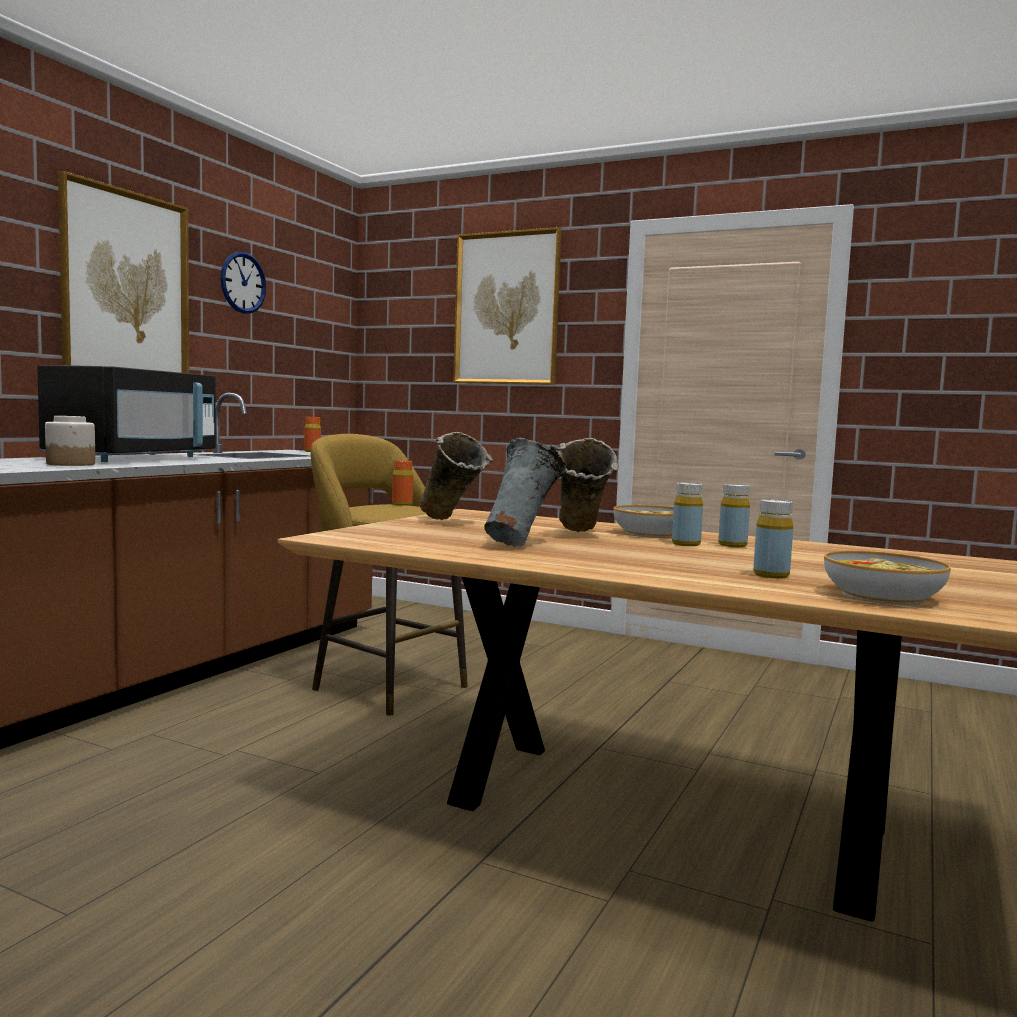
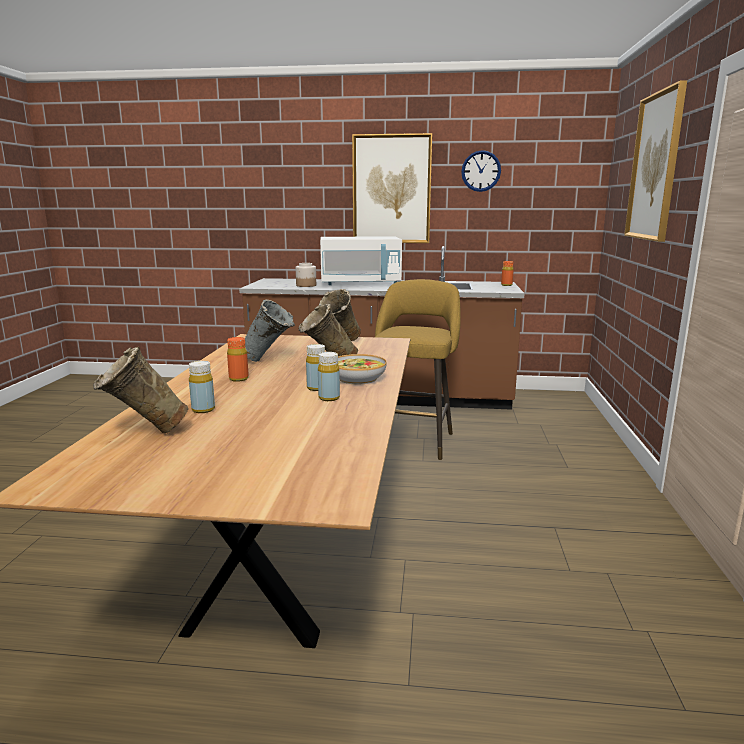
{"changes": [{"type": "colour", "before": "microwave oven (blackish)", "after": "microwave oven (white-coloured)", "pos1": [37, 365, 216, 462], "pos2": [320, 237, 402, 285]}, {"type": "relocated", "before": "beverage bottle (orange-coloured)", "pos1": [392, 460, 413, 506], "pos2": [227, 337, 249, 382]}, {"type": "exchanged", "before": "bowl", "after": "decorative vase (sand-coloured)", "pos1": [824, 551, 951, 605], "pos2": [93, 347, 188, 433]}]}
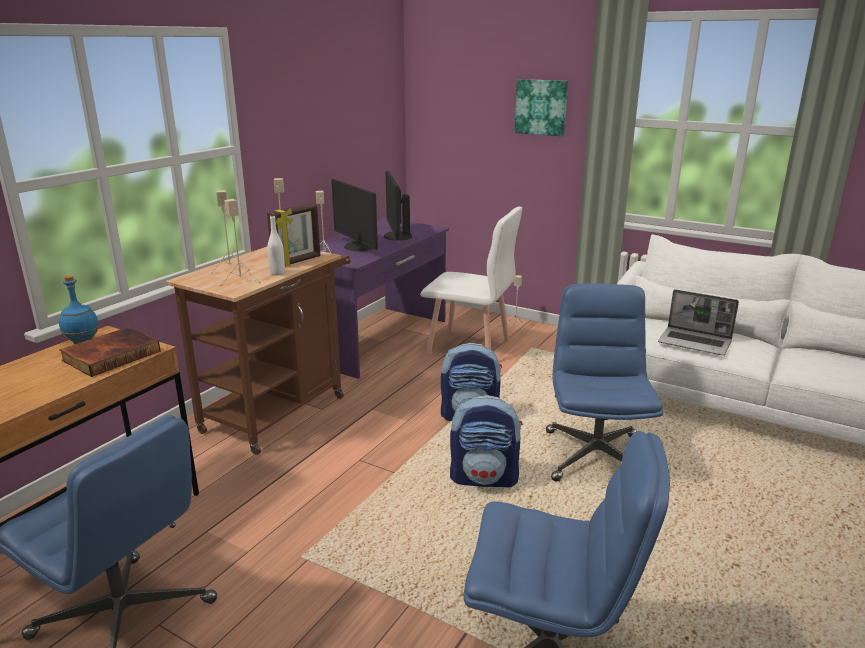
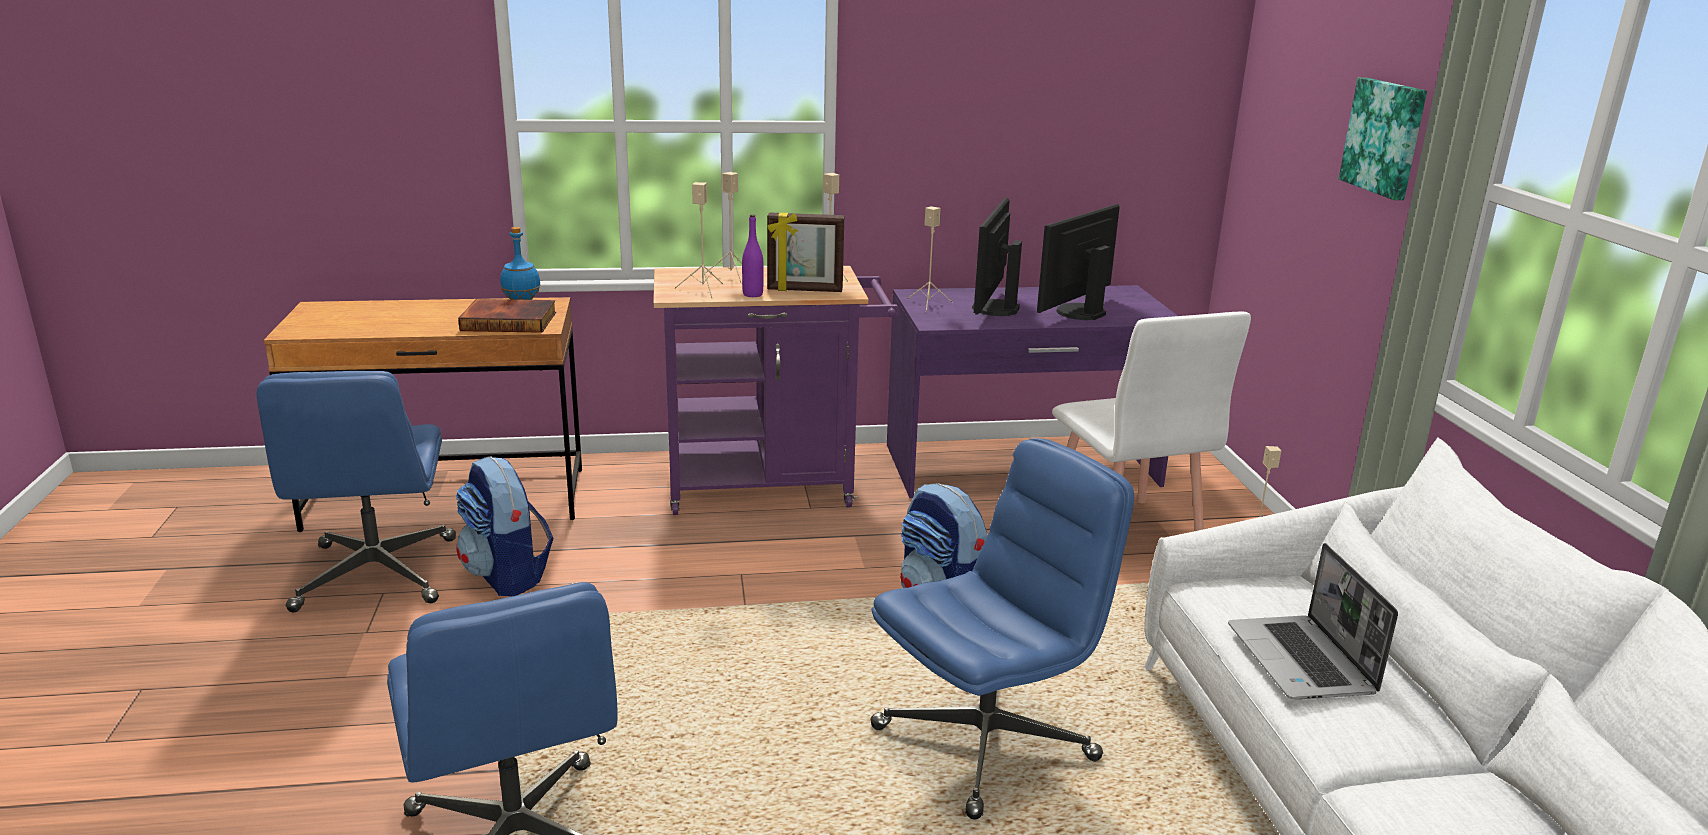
{"changes": [{"type": "colour", "before": "beverage bottle (white-coloured)", "after": "beverage bottle (purple)", "pos1": [267, 215, 285, 276], "pos2": [742, 214, 764, 297]}, {"type": "colour", "before": "wheeled cart (brownish)", "after": "wheeled cart (purple)", "pos1": [166, 247, 351, 455], "pos2": [653, 266, 899, 515]}, {"type": "relocated", "before": "rucksack", "pos1": [450, 395, 523, 487], "pos2": [456, 456, 554, 597]}]}
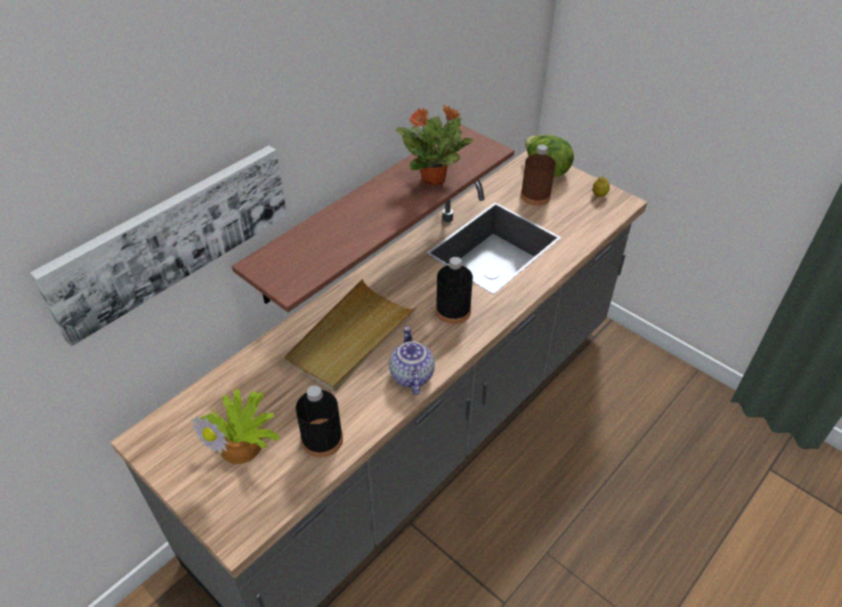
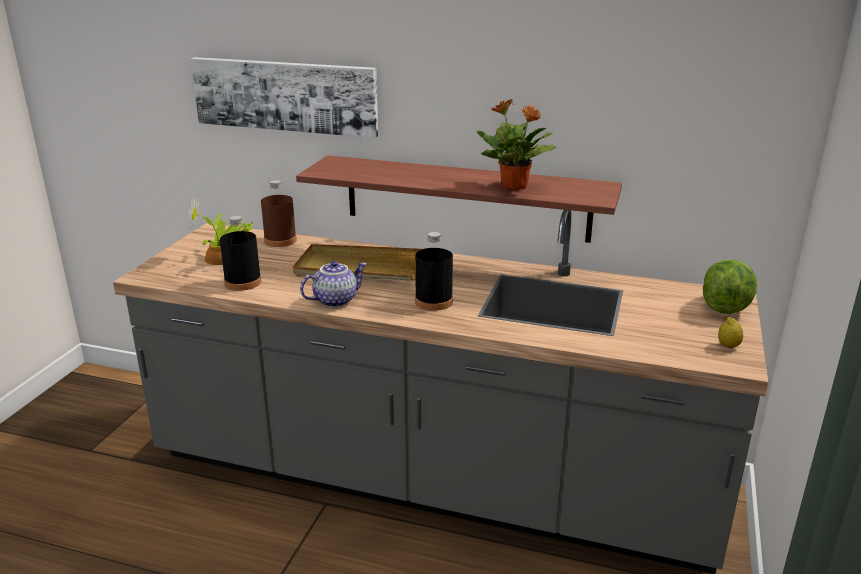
{"changes": [{"type": "relocated", "before": "beverage bottle (brownish)", "pos1": [521, 145, 556, 206], "pos2": [261, 180, 297, 247]}]}
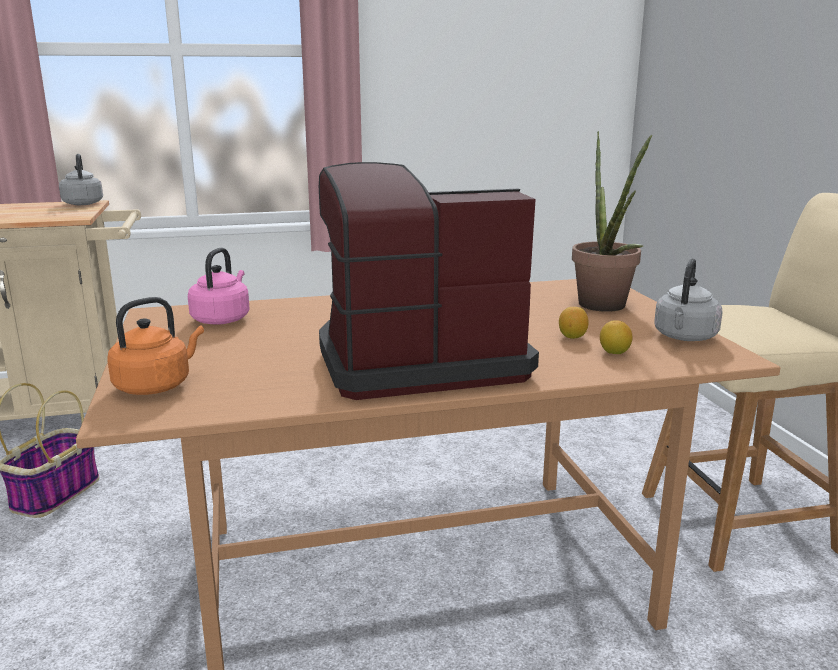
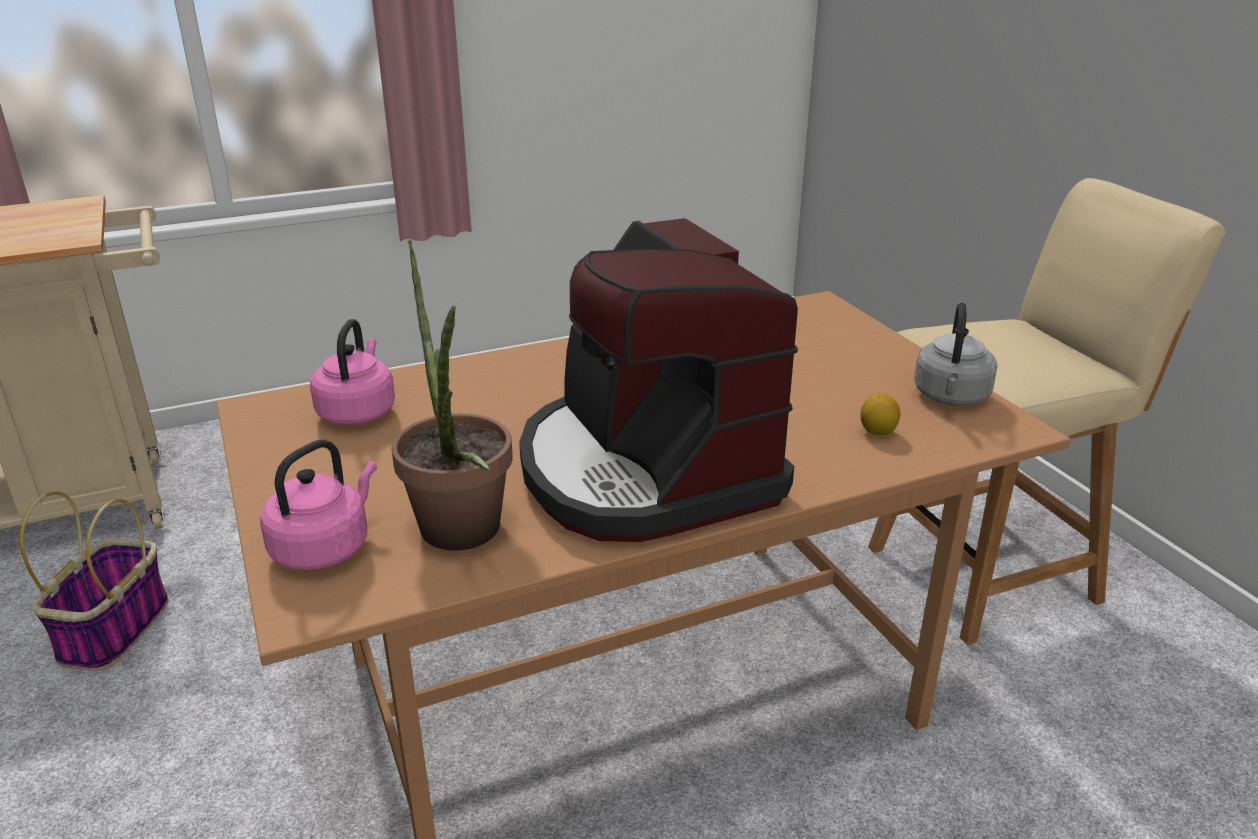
{"changes": [{"type": "relocated", "before": "potted plant", "pos1": [572, 131, 652, 312], "pos2": [391, 239, 513, 551]}, {"type": "missing", "before": "tea kettle (gray)", "pos1": [59, 154, 103, 205]}, {"type": "spun", "before": "coffee machine", "pos1": [319, 162, 539, 400], "pos2": [519, 218, 798, 542], "turn": -90}, {"type": "colour", "before": "tea kettle (orange-coloured)", "after": "tea kettle (pink-coloured)", "pos1": [107, 297, 204, 395], "pos2": [260, 440, 377, 570]}, {"type": "missing", "before": "whole lemon", "pos1": [559, 307, 589, 339]}]}
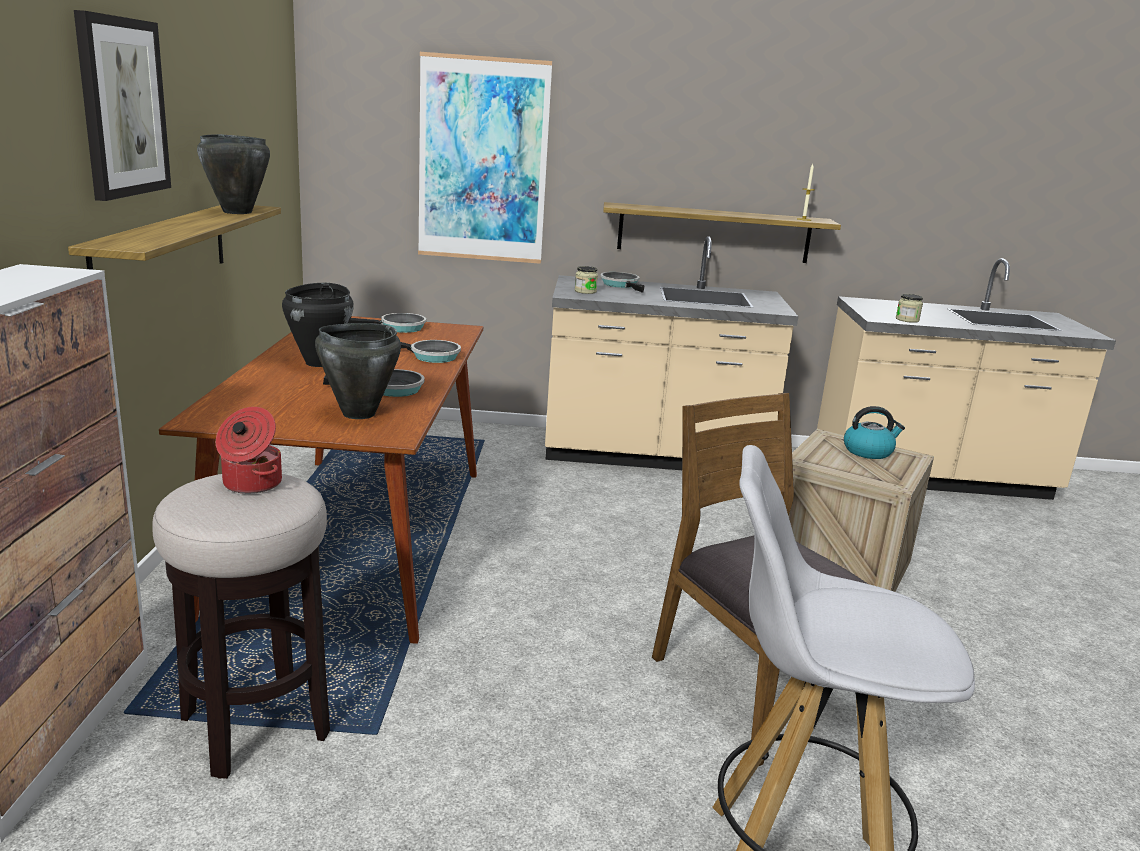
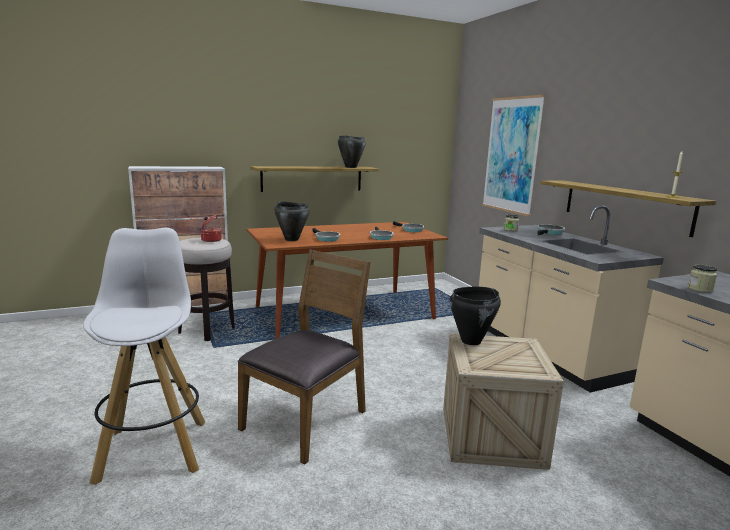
{"changes": [{"type": "missing", "before": "wall picture", "pos1": [74, 10, 171, 201]}, {"type": "relocated", "before": "cooking pot (blackish)", "pos1": [282, 283, 354, 367], "pos2": [450, 287, 501, 345]}, {"type": "missing", "before": "tea kettle", "pos1": [844, 406, 905, 459]}]}
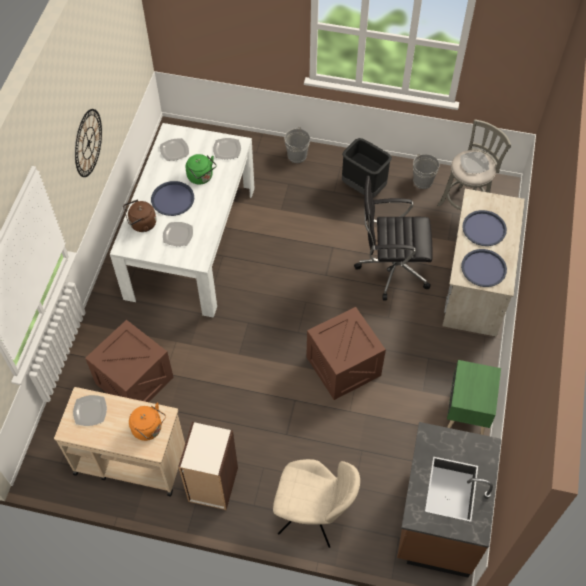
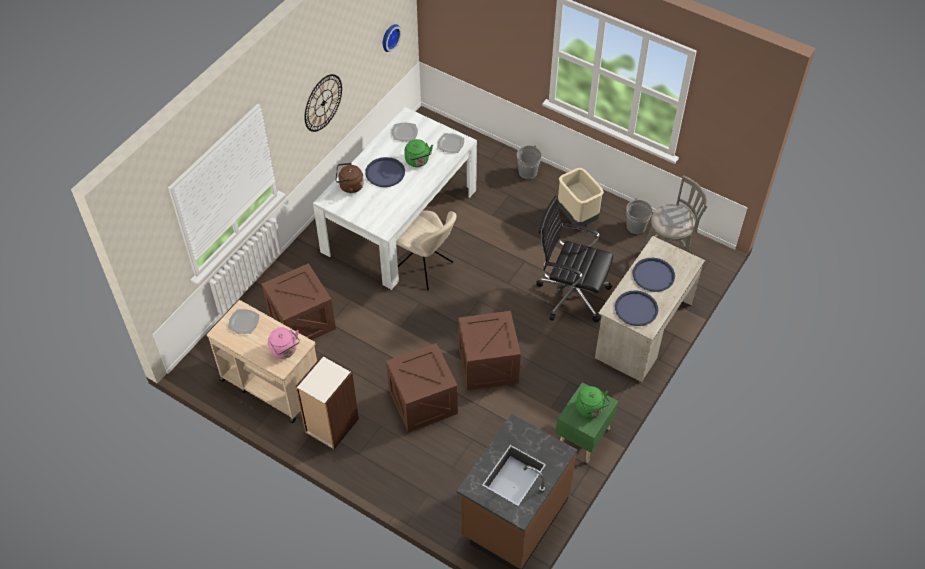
{"changes": [{"type": "colour", "before": "waste bin (blackish)", "after": "waste bin (sand-coloured)", "pos1": [342, 138, 392, 198], "pos2": [558, 168, 604, 226]}, {"type": "missing", "before": "plate", "pos1": [163, 222, 193, 246]}, {"type": "colour", "before": "tea kettle (orange-coloured)", "after": "tea kettle (pink-coloured)", "pos1": [129, 403, 166, 441], "pos2": [268, 328, 300, 359]}, {"type": "relocated", "before": "upright chair (sand-coloured)", "pos1": [273, 459, 360, 548], "pos2": [396, 210, 457, 290]}, {"type": "appeared", "after": "hanging clock", "pos2": [383, 24, 402, 52]}, {"type": "appeared", "after": "shipping crate", "pos2": [386, 343, 458, 432]}, {"type": "appeared", "after": "tea kettle (greenish)", "pos2": [576, 386, 610, 418]}]}
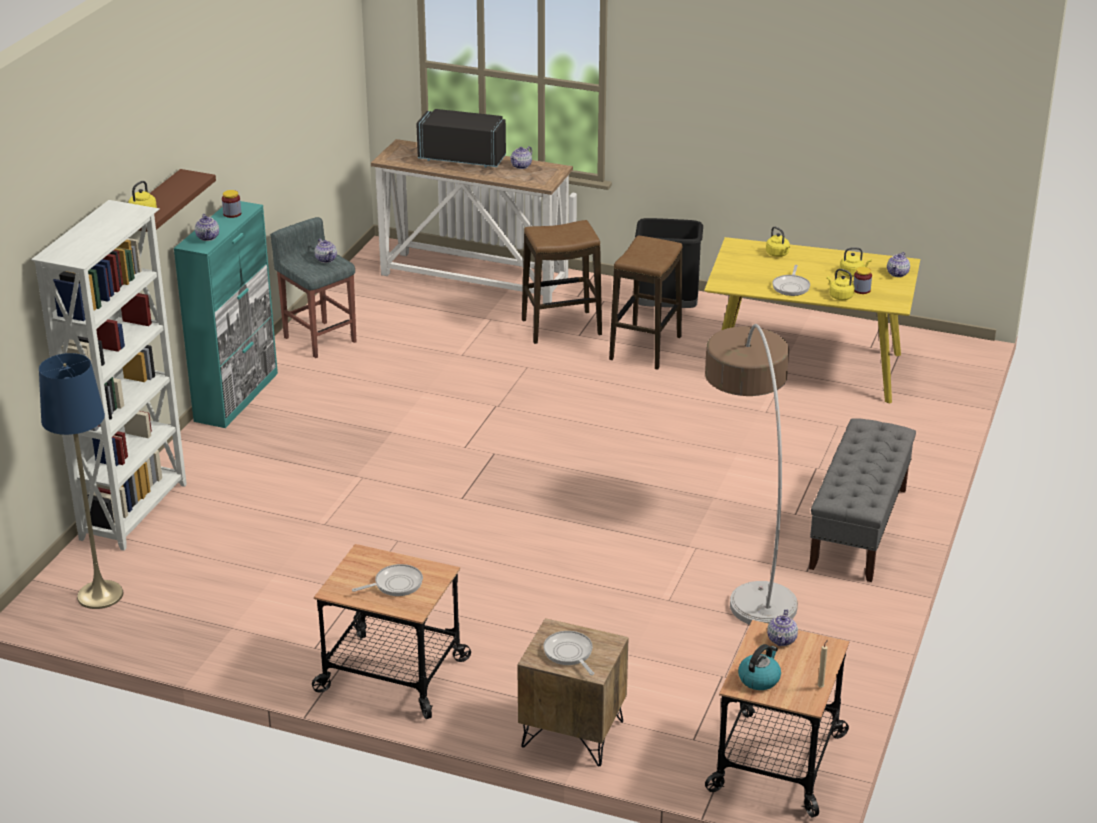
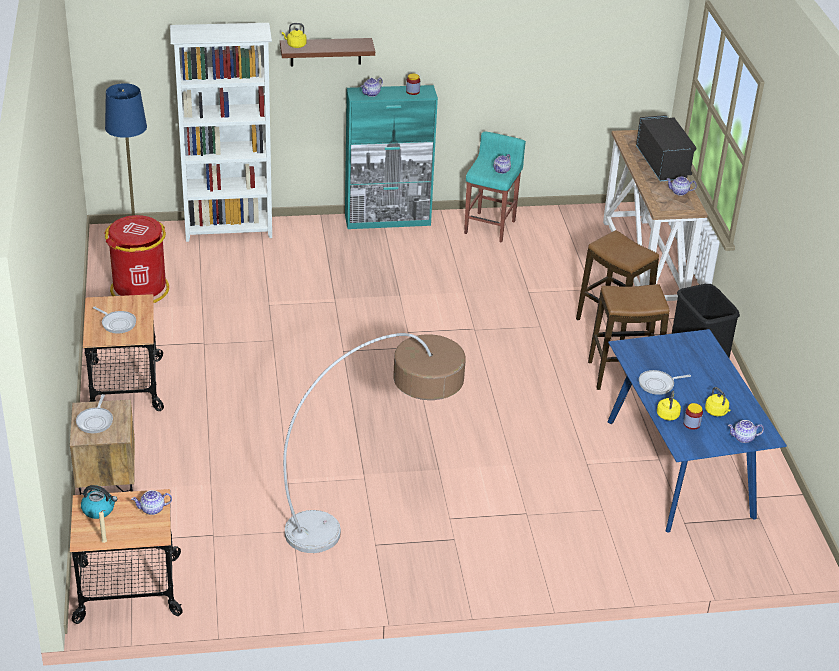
{"changes": [{"type": "colour", "before": "stool (gray)", "after": "stool (turquoise)", "pos1": [271, 217, 356, 358], "pos2": [464, 132, 526, 243]}, {"type": "missing", "before": "tea kettle (yellow-coloured)", "pos1": [766, 226, 790, 257]}, {"type": "colour", "before": "dinner table (yellow-coloured)", "after": "dinner table (bluish)", "pos1": [704, 237, 920, 403], "pos2": [608, 329, 787, 533]}, {"type": "missing", "before": "indoor bench (gray)", "pos1": [809, 418, 916, 582]}, {"type": "spun", "before": "skillet", "pos1": [543, 631, 595, 675], "pos2": [76, 394, 113, 433], "turn": 150}, {"type": "appeared", "after": "waste bin (reddish)", "pos2": [104, 215, 169, 303]}]}
